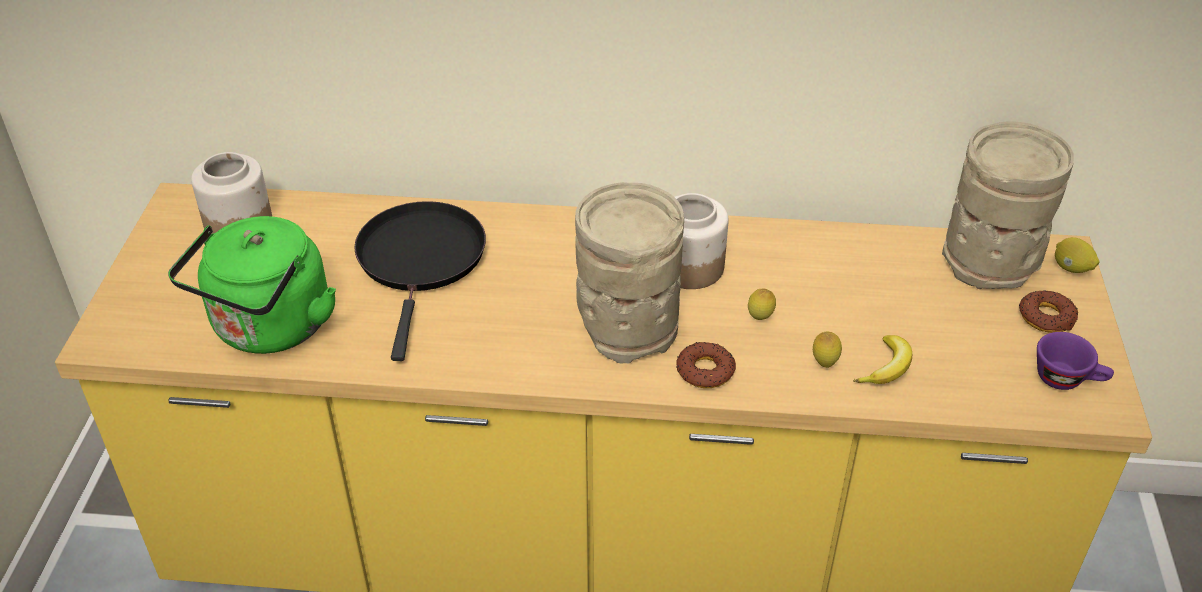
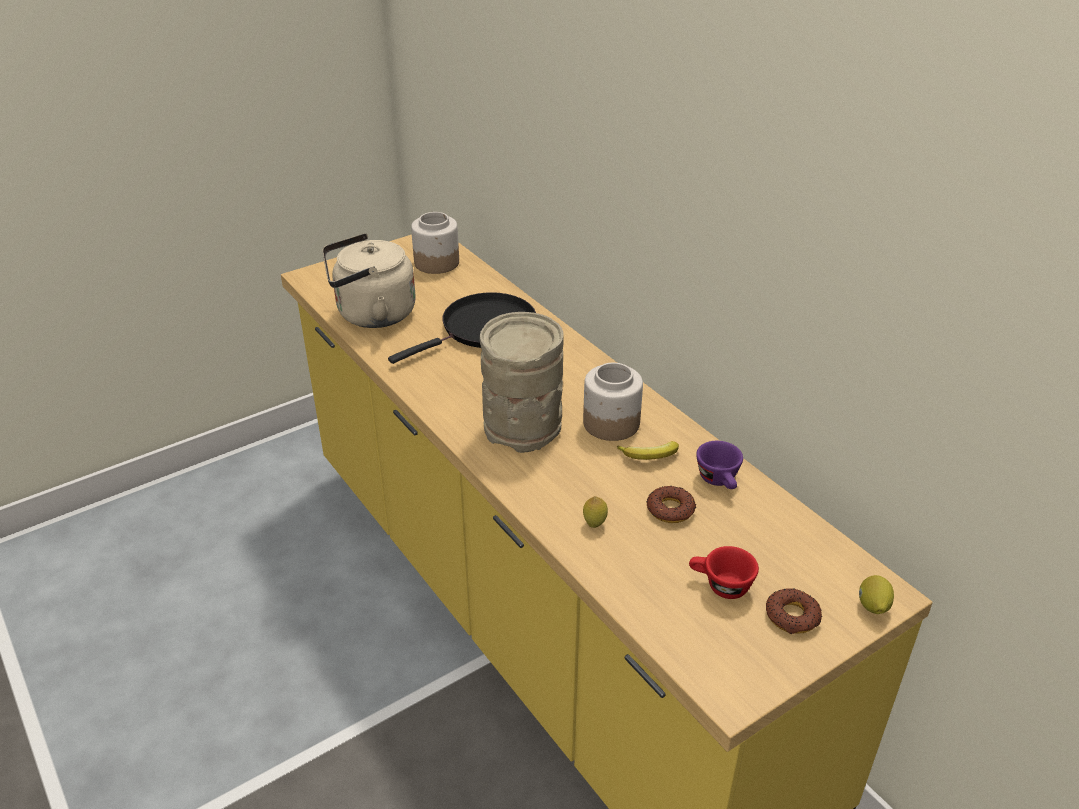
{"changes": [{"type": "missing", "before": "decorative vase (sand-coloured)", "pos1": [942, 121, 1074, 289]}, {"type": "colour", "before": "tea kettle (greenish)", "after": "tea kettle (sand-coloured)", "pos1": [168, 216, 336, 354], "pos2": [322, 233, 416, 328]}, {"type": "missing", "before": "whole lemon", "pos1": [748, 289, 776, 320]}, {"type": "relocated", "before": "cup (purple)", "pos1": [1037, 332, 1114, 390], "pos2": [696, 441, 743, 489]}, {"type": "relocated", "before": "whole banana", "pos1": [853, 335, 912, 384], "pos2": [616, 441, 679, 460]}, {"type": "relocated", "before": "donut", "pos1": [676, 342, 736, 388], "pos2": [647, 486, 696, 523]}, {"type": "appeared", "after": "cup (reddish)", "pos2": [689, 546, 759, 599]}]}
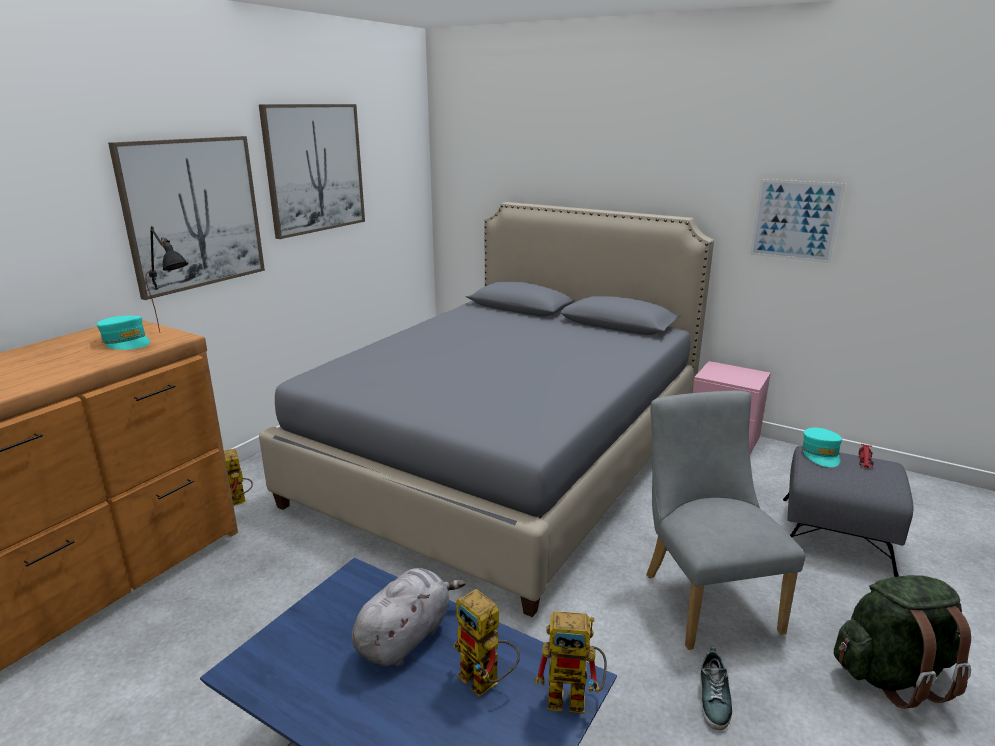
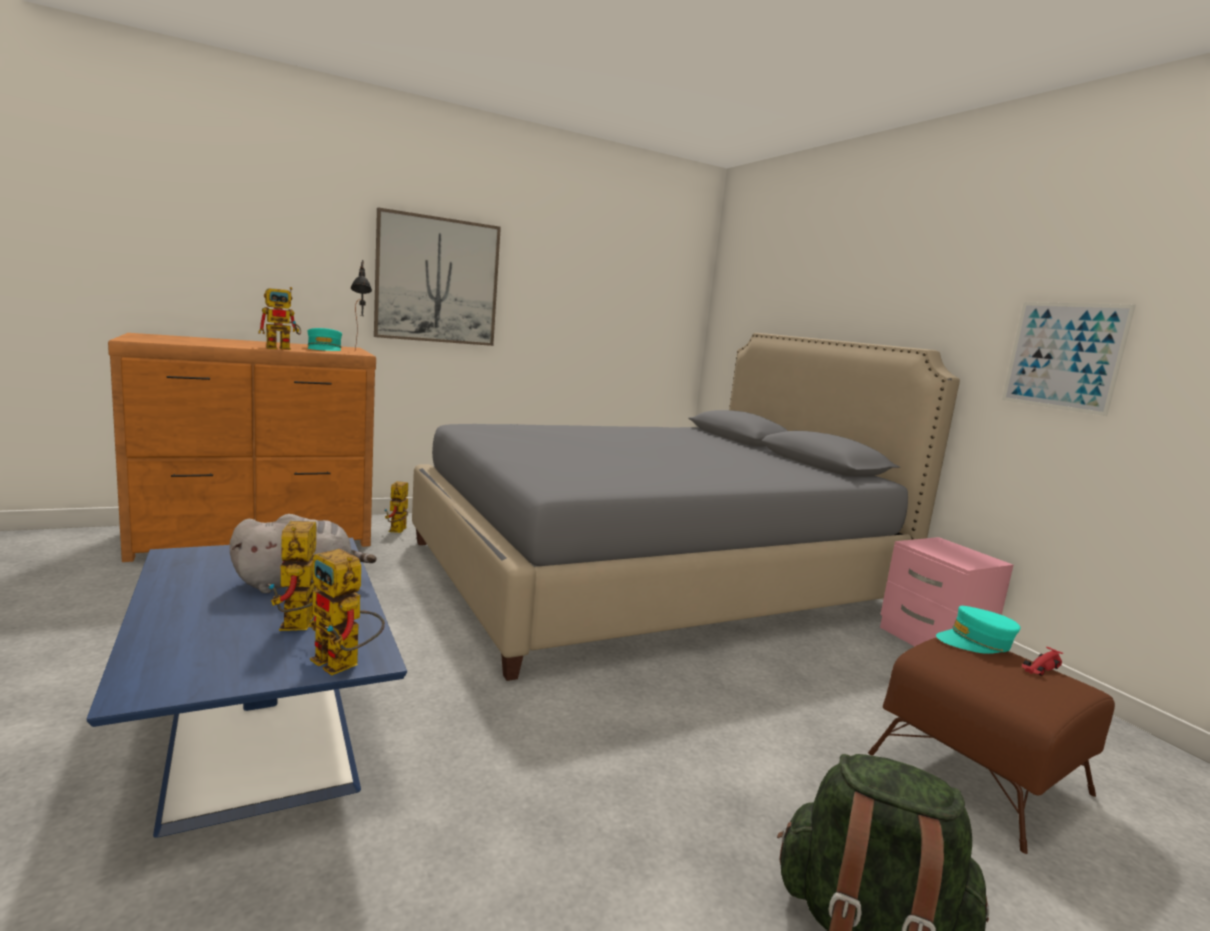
{"changes": [{"type": "missing", "before": "wall picture", "pos1": [259, 104, 365, 239]}, {"type": "missing", "before": "upright chair (gray)", "pos1": [646, 391, 805, 650]}, {"type": "spun", "before": "cap (turquoise)", "pos1": [802, 428, 842, 467], "pos2": [936, 606, 1021, 654], "turn": 45}, {"type": "colour", "before": "ottoman (gray)", "after": "ottoman (brownish)", "pos1": [783, 446, 914, 577], "pos2": [868, 637, 1115, 854]}, {"type": "missing", "before": "item of footwear", "pos1": [701, 646, 732, 730]}, {"type": "appeared", "after": "robot figure", "pos2": [258, 287, 301, 350]}]}
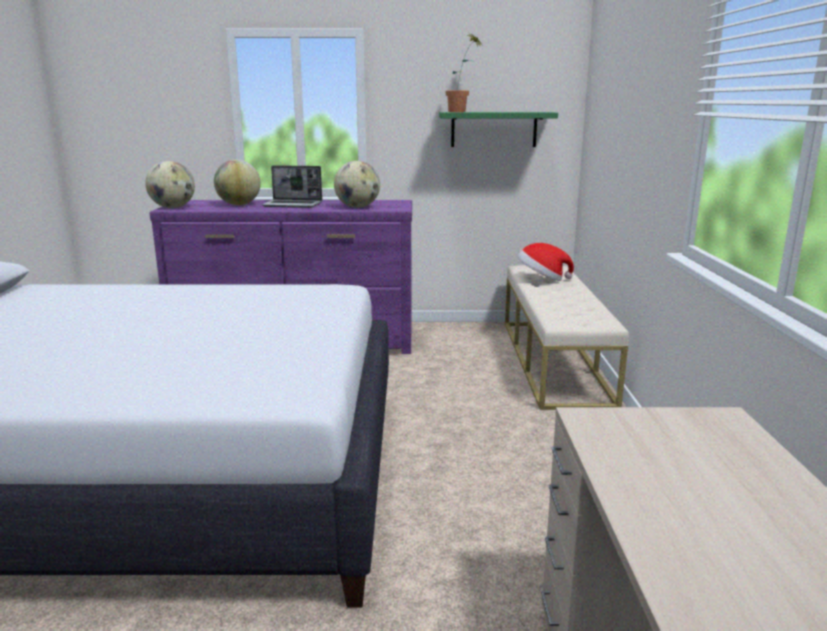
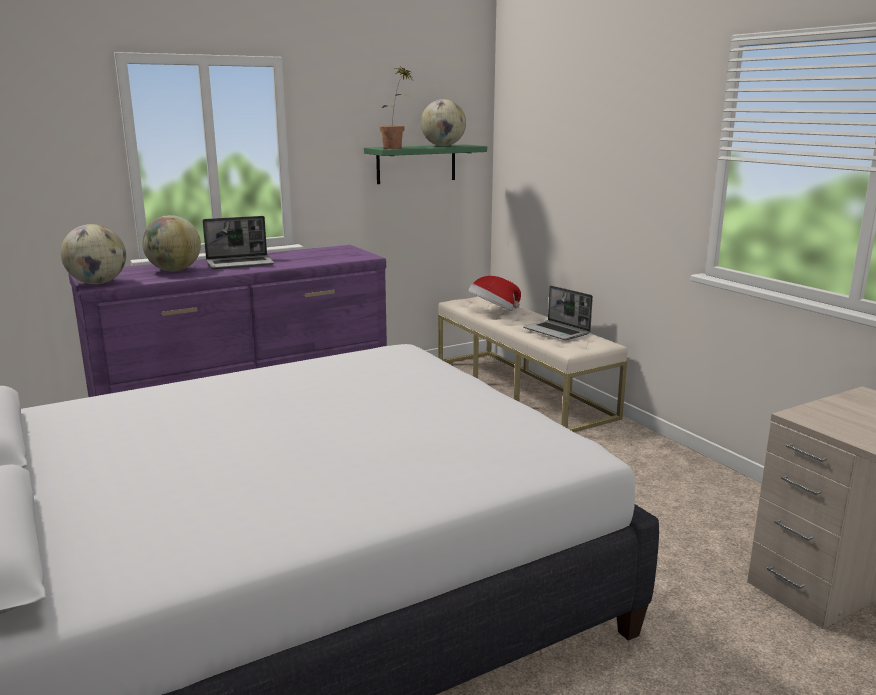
{"changes": [{"type": "relocated", "before": "world globe", "pos1": [334, 161, 380, 208], "pos2": [421, 99, 466, 146]}, {"type": "appeared", "after": "laptop", "pos2": [523, 285, 593, 340]}]}
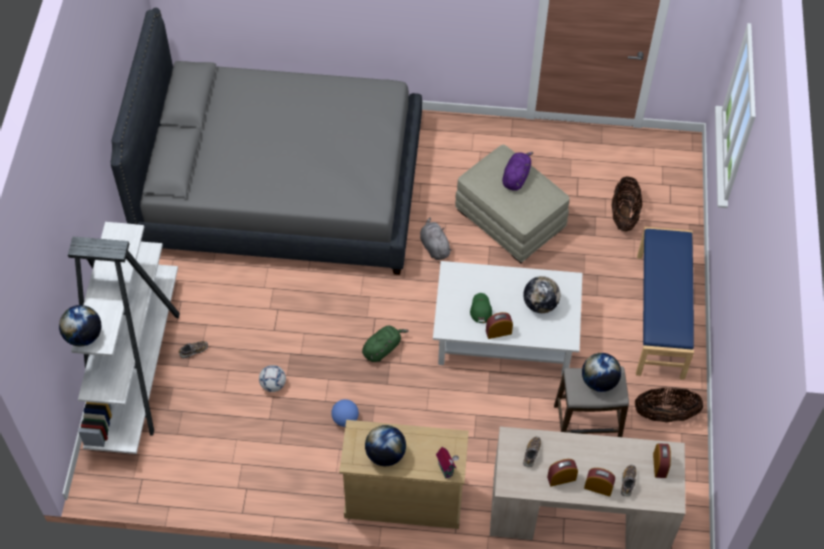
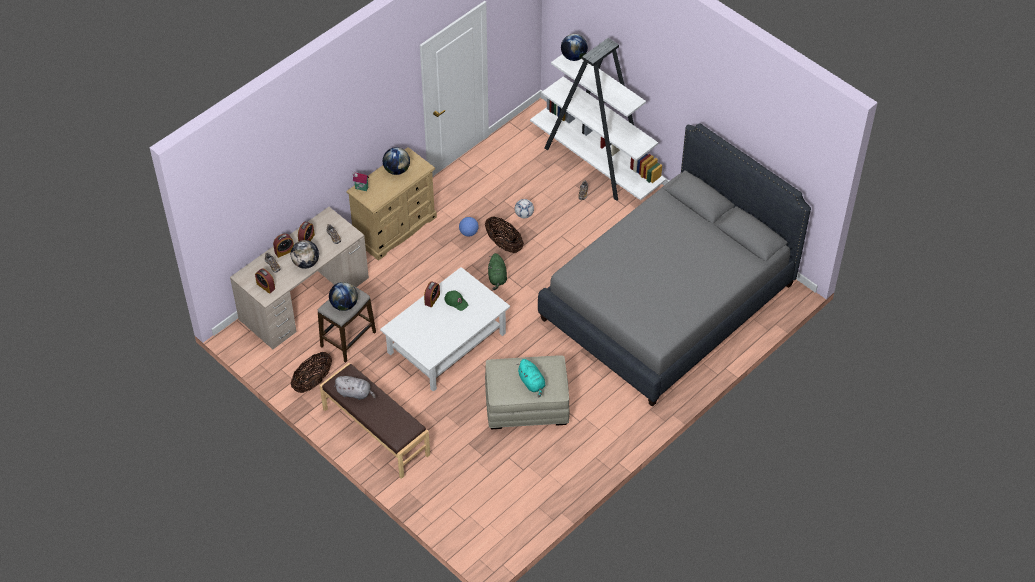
{"changes": [{"type": "colour", "before": "cuddly toy (purple)", "after": "cuddly toy (turquoise)", "pos1": [502, 152, 533, 191], "pos2": [517, 359, 546, 398]}, {"type": "relocated", "before": "household basket", "pos1": [611, 176, 642, 232], "pos2": [485, 216, 524, 253]}, {"type": "relocated", "before": "cuddly toy (gray)", "pos1": [420, 217, 452, 260], "pos2": [334, 376, 376, 400]}, {"type": "colour", "before": "indoor bench (bluish)", "after": "indoor bench (brownish)", "pos1": [636, 227, 694, 380], "pos2": [319, 363, 430, 479]}, {"type": "relocated", "before": "world globe", "pos1": [523, 276, 560, 313], "pos2": [291, 240, 319, 269]}]}
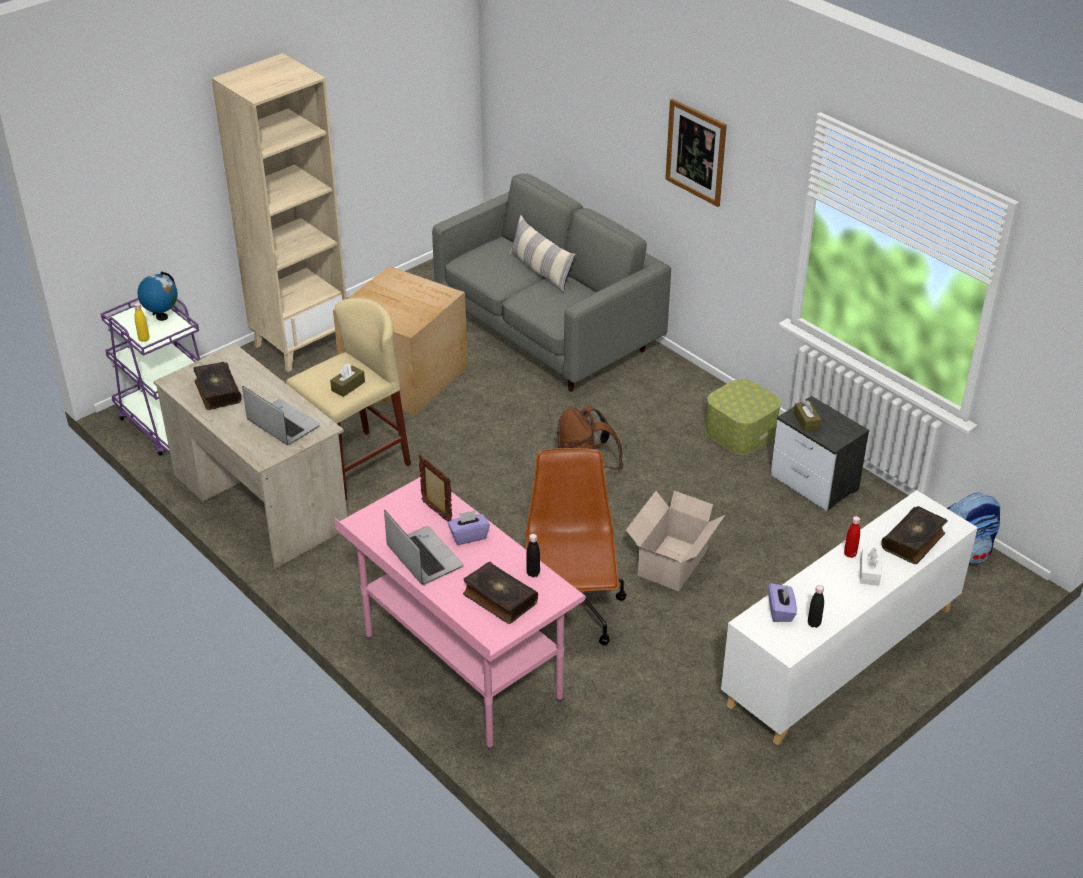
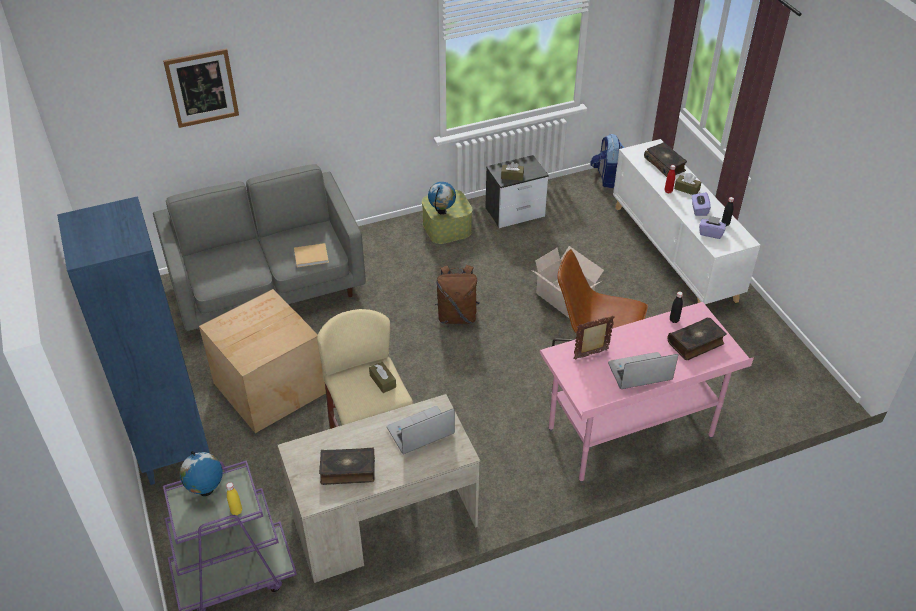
{"changes": [{"type": "colour", "before": "shelving unit (sand-coloured)", "after": "shelving unit (bluish)", "pos1": [212, 53, 347, 372], "pos2": [57, 196, 210, 485]}, {"type": "relocated", "before": "wall picture", "pos1": [665, 99, 727, 207], "pos2": [163, 48, 239, 128]}, {"type": "missing", "before": "pillow", "pos1": [509, 215, 576, 293]}, {"type": "relocated", "before": "tissue box (purple)", "pos1": [448, 510, 490, 545], "pos2": [692, 192, 711, 216]}, {"type": "colour", "before": "tissue box (white-coloured)", "after": "tissue box (brownish)", "pos1": [860, 547, 882, 586], "pos2": [674, 173, 701, 195]}, {"type": "appeared", "after": "world globe", "pos2": [428, 182, 456, 215]}, {"type": "appeared", "after": "bound book (sand-coloured)", "pos2": [294, 243, 329, 267]}]}
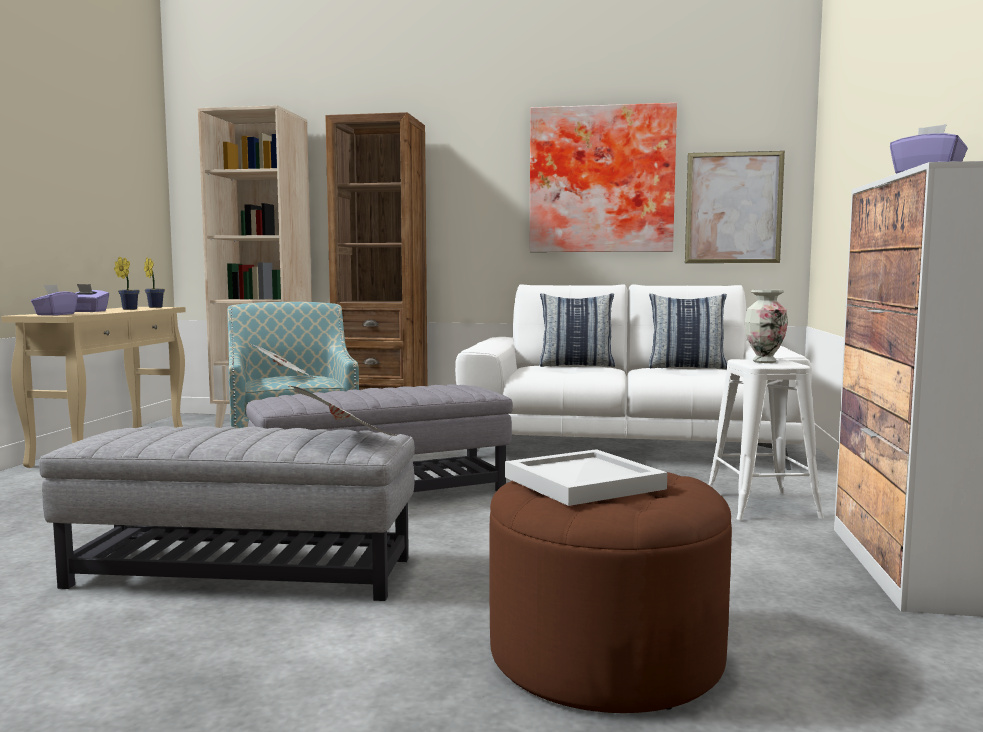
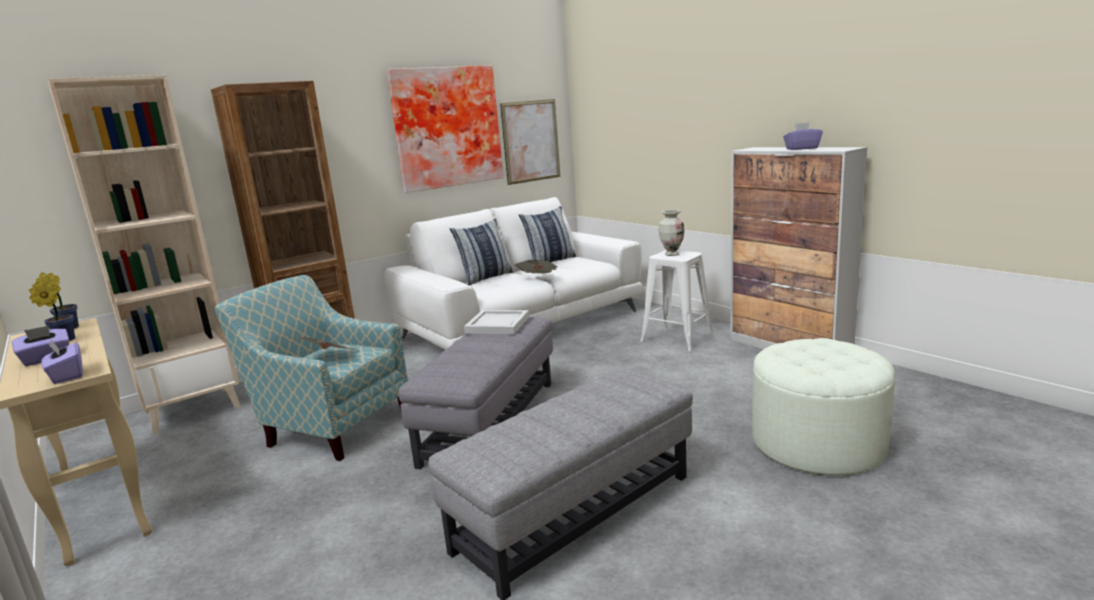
{"changes": [{"type": "relocated", "before": "daily paper", "pos1": [290, 386, 397, 436], "pos2": [515, 260, 557, 273]}, {"type": "relocated", "before": "serving tray (white-coloured)", "pos1": [505, 449, 667, 506], "pos2": [464, 310, 529, 334]}, {"type": "colour", "before": "ottoman (brownish)", "after": "ottoman (white-coloured)", "pos1": [489, 472, 732, 713], "pos2": [752, 338, 895, 475]}]}
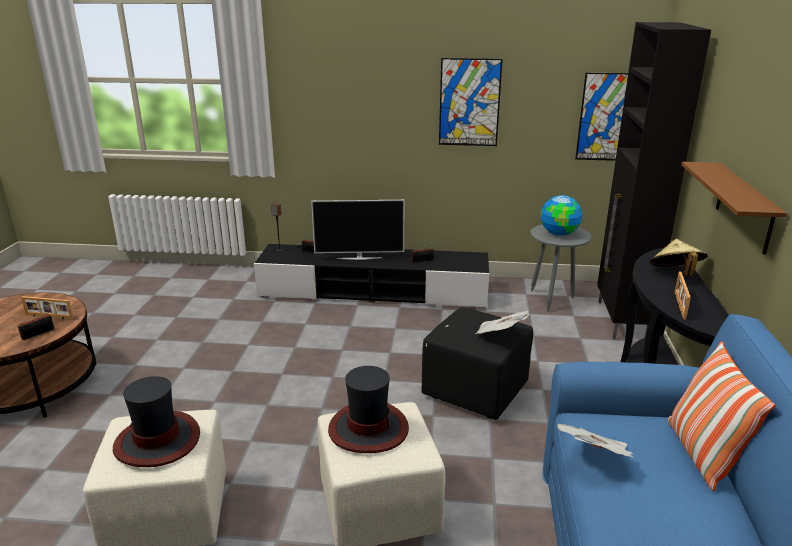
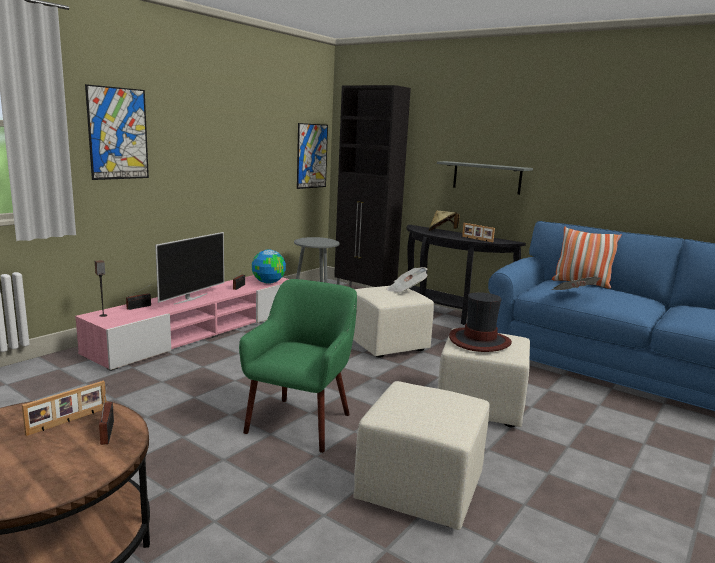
{"changes": [{"type": "relocated", "before": "wall picture", "pos1": [439, 58, 503, 146], "pos2": [85, 84, 149, 180]}, {"type": "colour", "before": "wall shelf (brownish)", "after": "wall shelf (gray)", "pos1": [681, 162, 787, 255], "pos2": [437, 161, 533, 195]}, {"type": "relocated", "before": "world globe", "pos1": [541, 195, 582, 236], "pos2": [252, 249, 286, 284]}, {"type": "colour", "before": "tv unit (blackish)", "after": "tv unit (pink-coloured)", "pos1": [254, 244, 489, 308], "pos2": [75, 275, 289, 371]}, {"type": "colour", "before": "ottoman (blackish)", "after": "ottoman (sand-coloured)", "pos1": [421, 307, 533, 420], "pos2": [353, 286, 434, 358]}, {"type": "missing", "before": "clothing hat", "pos1": [113, 376, 200, 467]}, {"type": "appeared", "after": "easy chair (greenish)", "pos2": [239, 279, 357, 453]}]}
